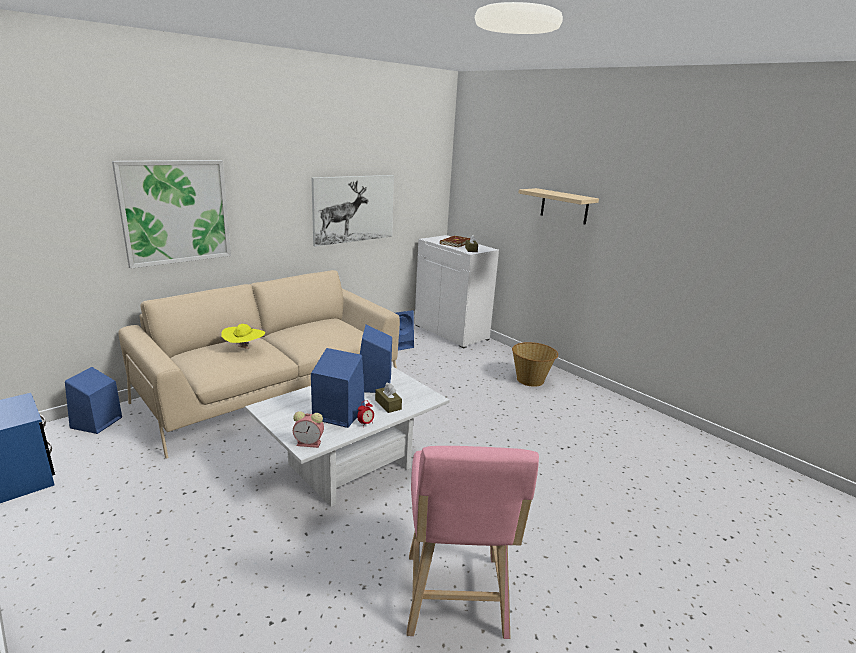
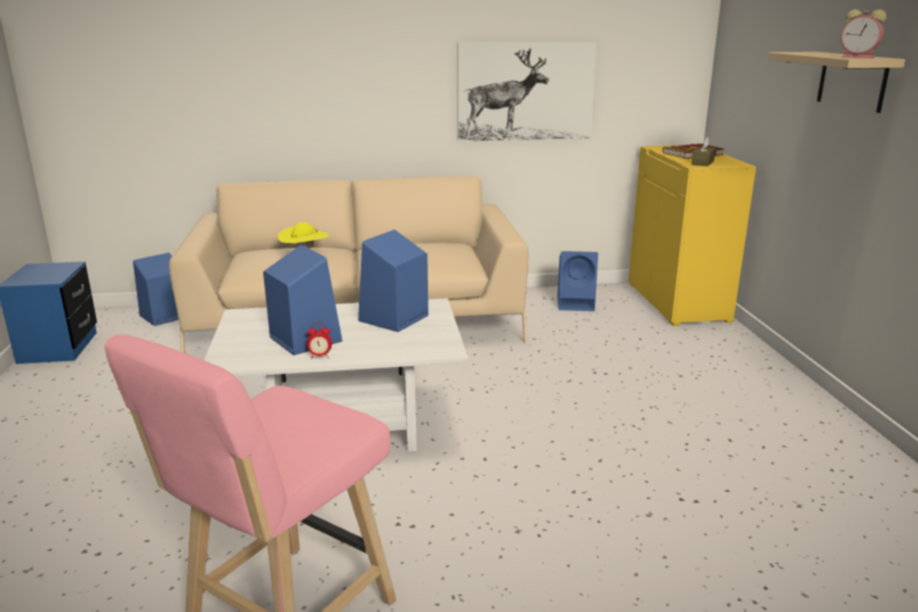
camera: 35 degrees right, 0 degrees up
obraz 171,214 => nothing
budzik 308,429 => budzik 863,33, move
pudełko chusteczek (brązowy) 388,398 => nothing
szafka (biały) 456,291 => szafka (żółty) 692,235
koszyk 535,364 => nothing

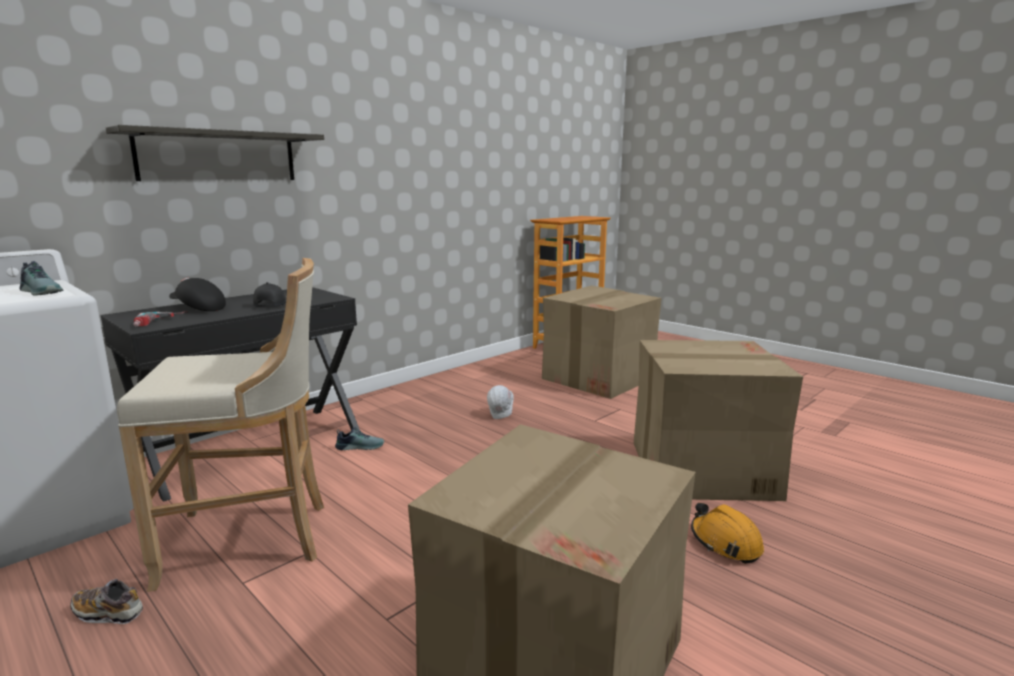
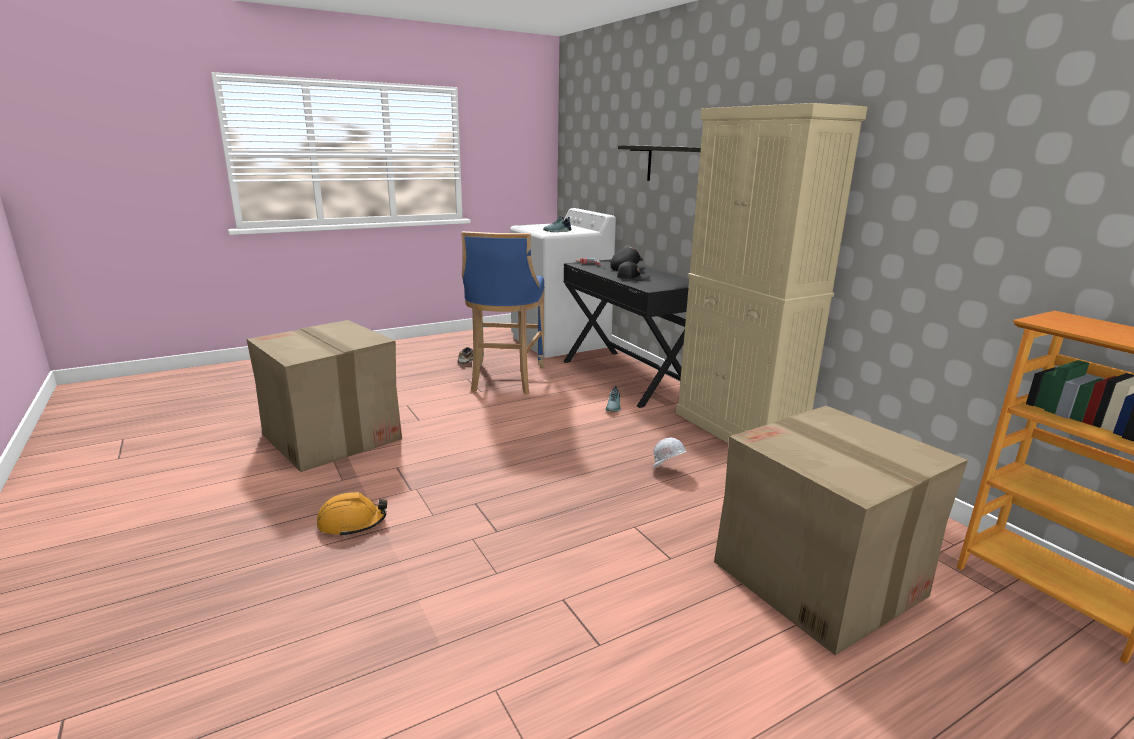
camera: 105 degrees right, 5 degrees up
stołek (beżowy) 220,425 => stołek (niebieski) 503,312
karton 718,420 => nothing
nothing => szafka (beżowy) 772,273

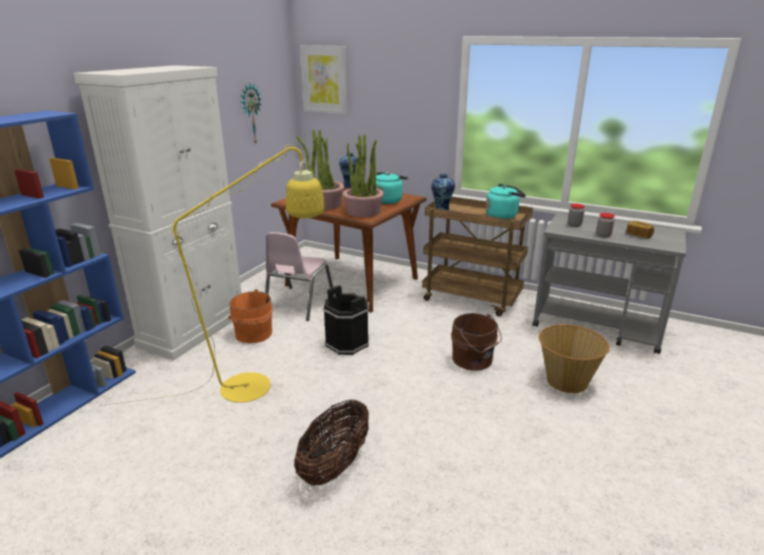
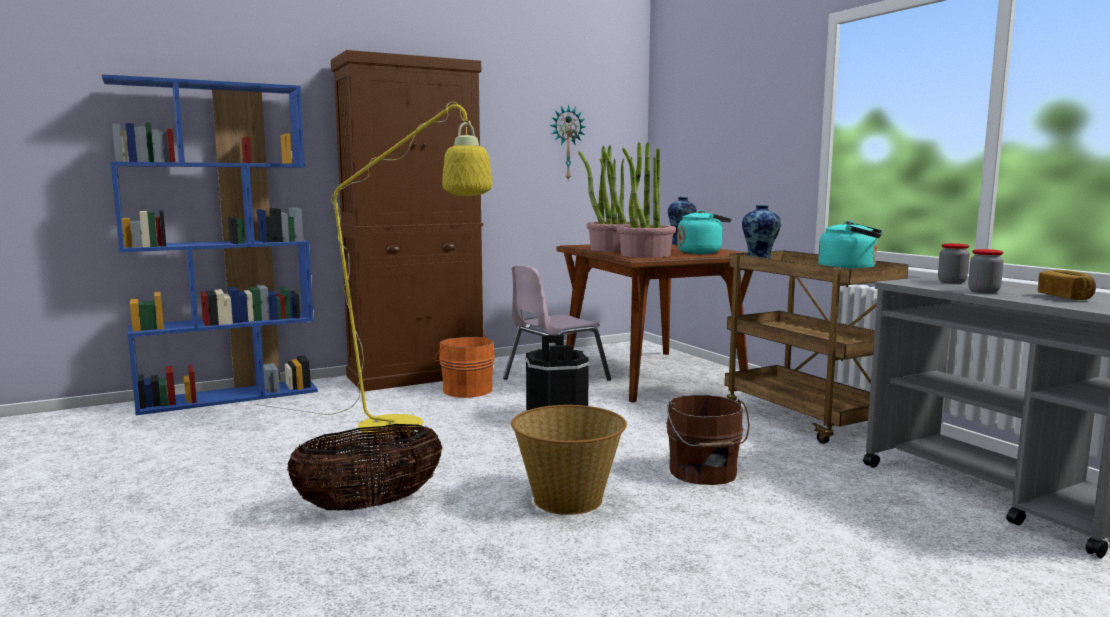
camera: 35 degrees right, 15 degrees down
szafka (biały) 157,212 => szafka (brązowy) 407,220
obraz 324,79 => nothing
koszyk 574,358 => koszyk 569,460, move

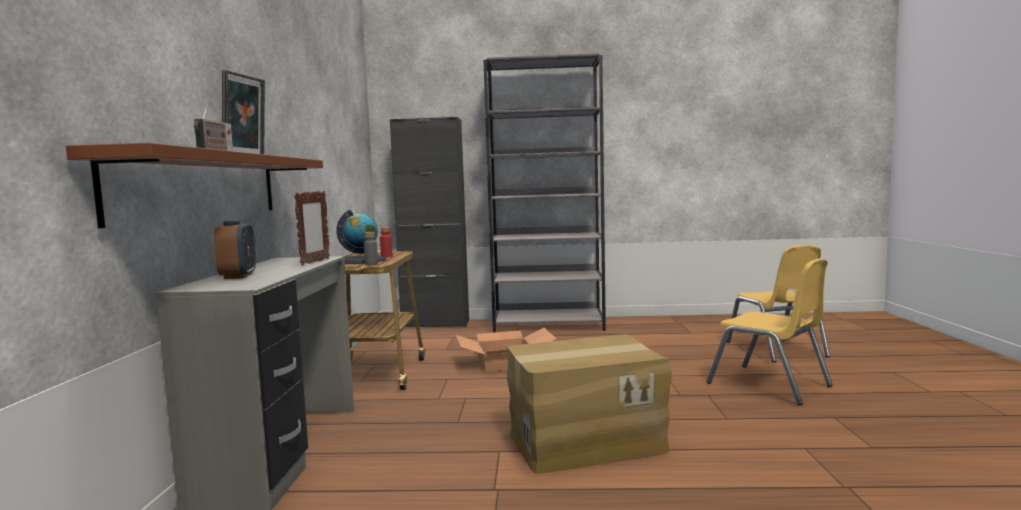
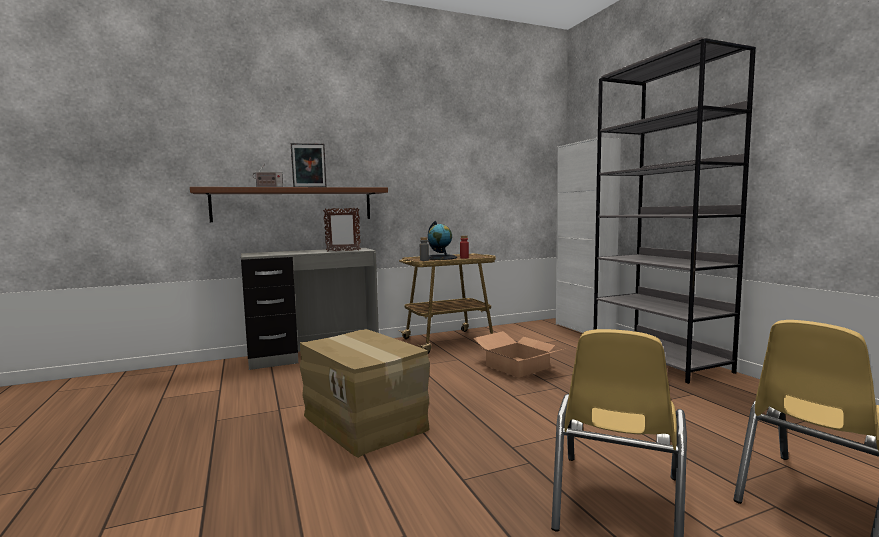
camera: 65 degrees right, 0 degrees up
budzik 235,249 => nothing
szafka (czarny) 429,222 => szafka (biały) 588,235

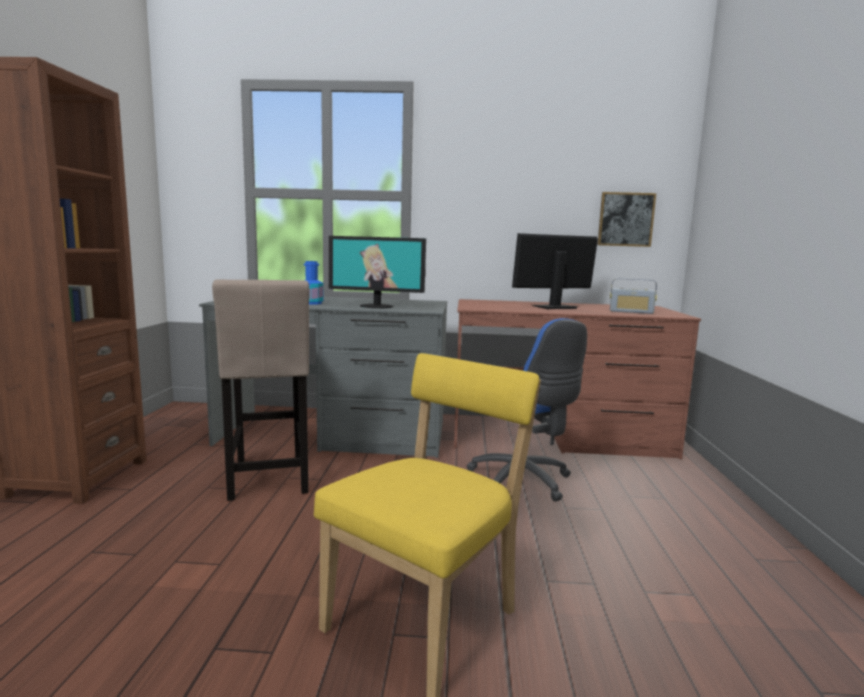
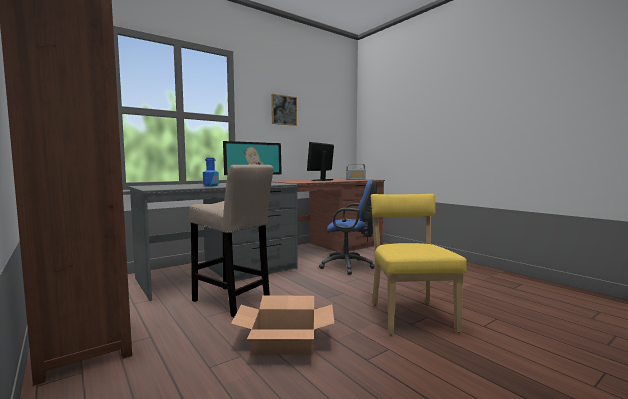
camera: 40 degrees left, 5 degrees down
obraz 627,219 => obraz 284,110, move
nothing => karton 282,325

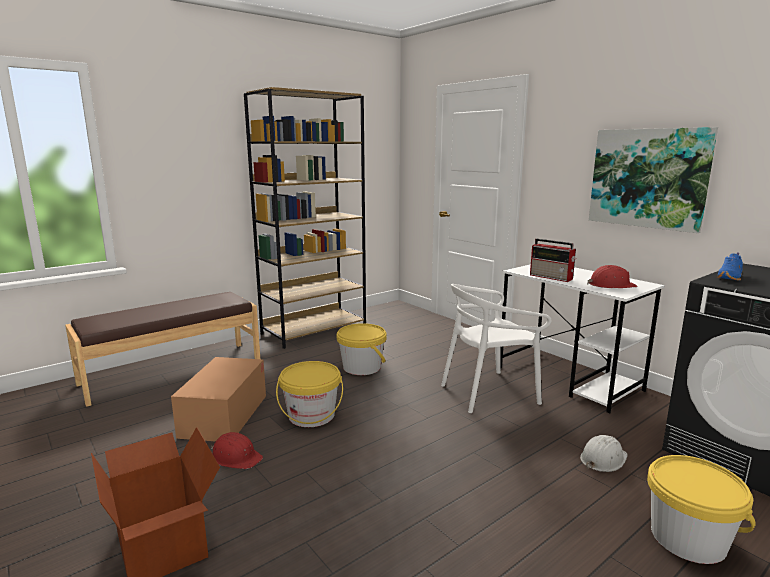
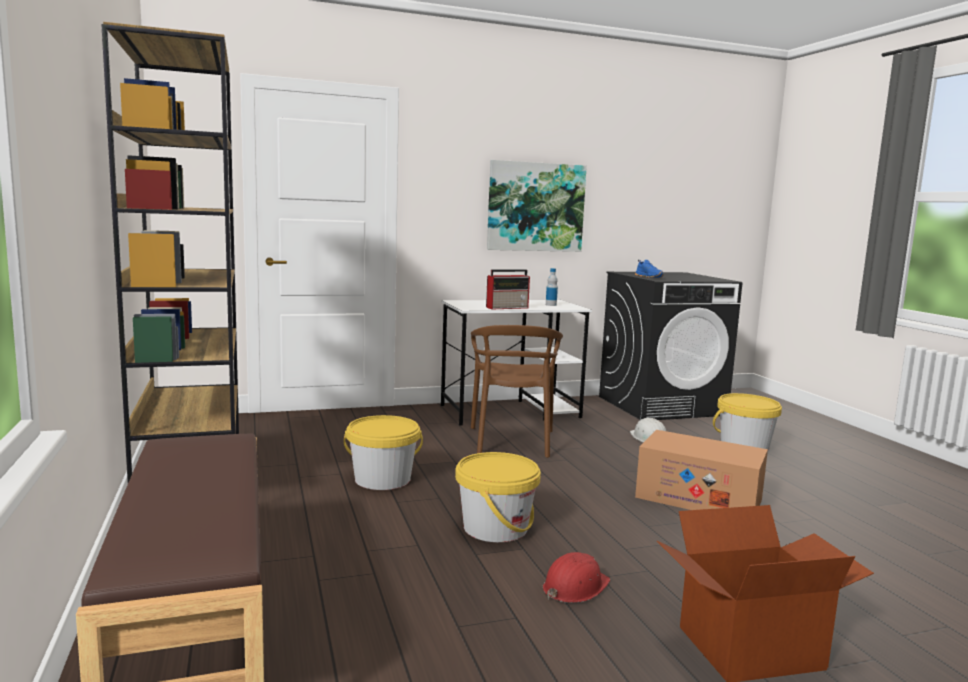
camera: 70 degrees left, 5 degrees down
karton 218,399 => karton 701,470, move
krzesło (biały) 496,348 => krzesło (brązowy) 517,391
kask (czerwony) 612,276 => butelka 552,287

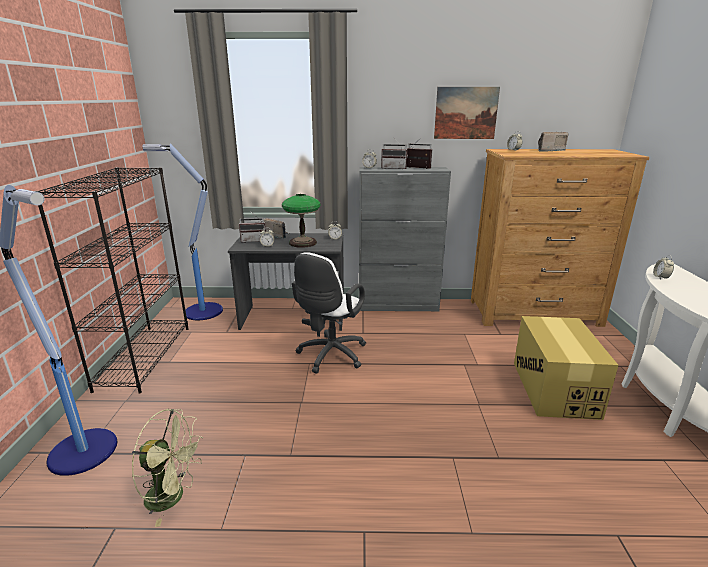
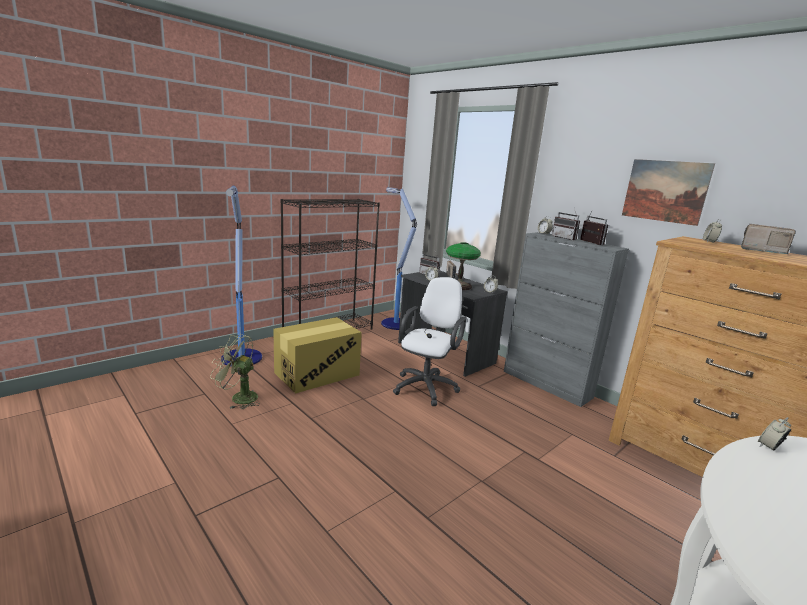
camera: 45 degrees right, 5 degrees down
wentylator (zielony) 167,468 => wentylator (zielony) 235,371, 135 degrees clockwise
krzesło biurowe (biały) 329,313 => krzesło biurowe (biały) 429,341, 135 degrees clockwise
karton 566,368 => karton 317,355, move

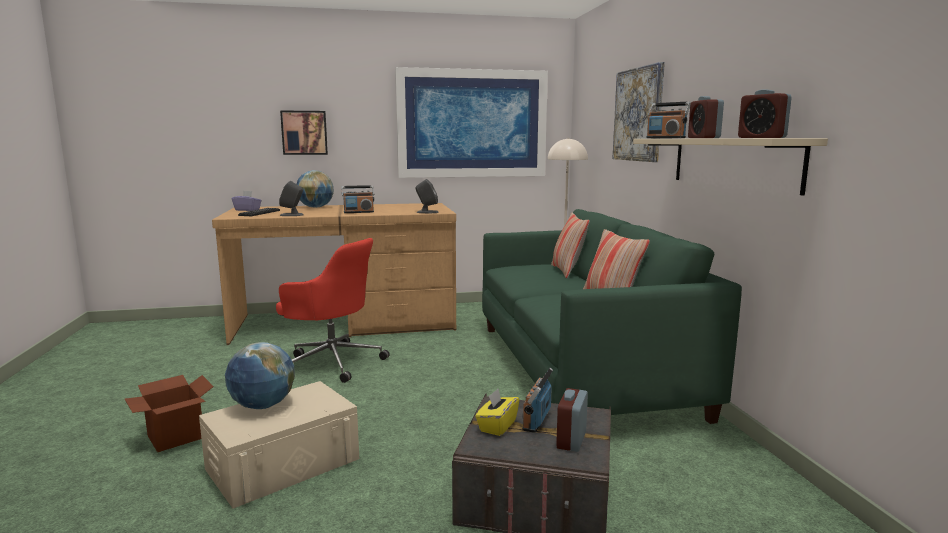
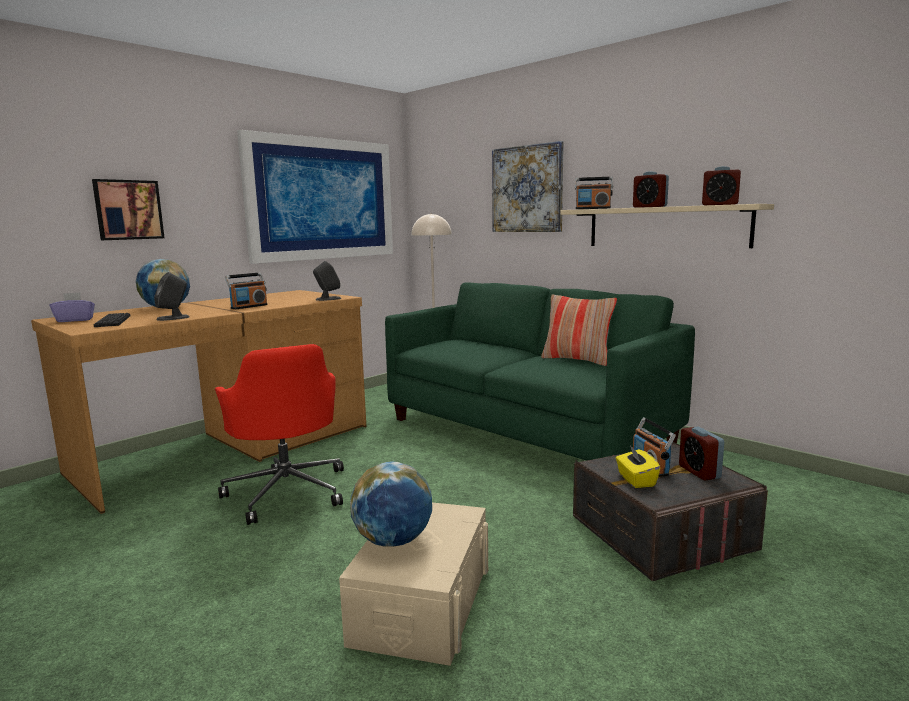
camera: 35 degrees left, 0 degrees up
karton 169,413 => nothing
krzesło biurowe (czerwony) 333,310 => krzesło biurowe (czerwony) 279,434, 75 degrees clockwise
poduszka 570,245 => nothing

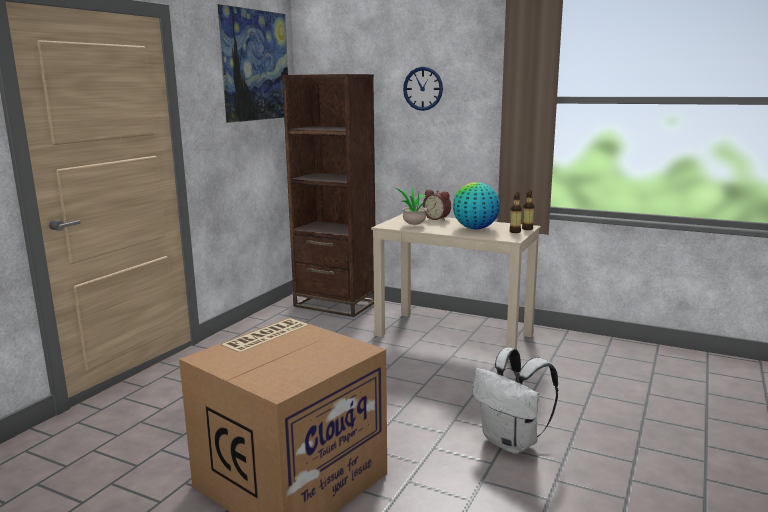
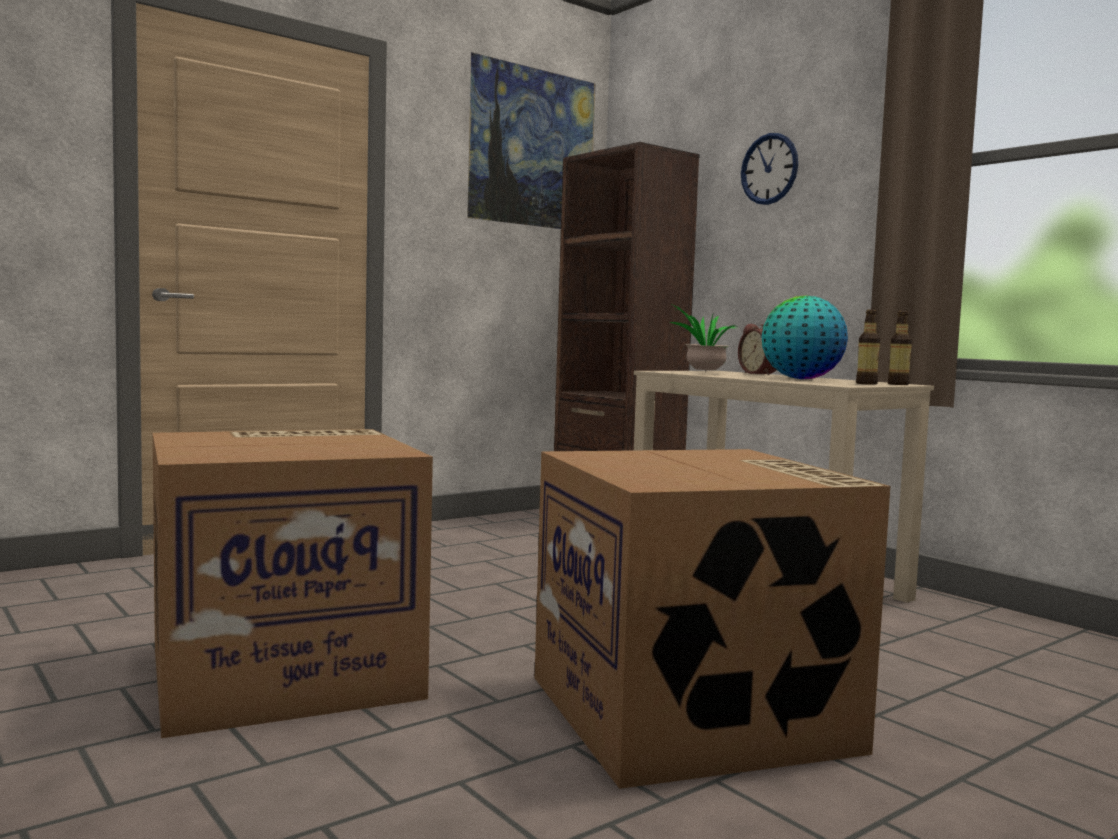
camera: 25 degrees right, 10 degrees down
plecak (biały) 516,401 => karton 712,619

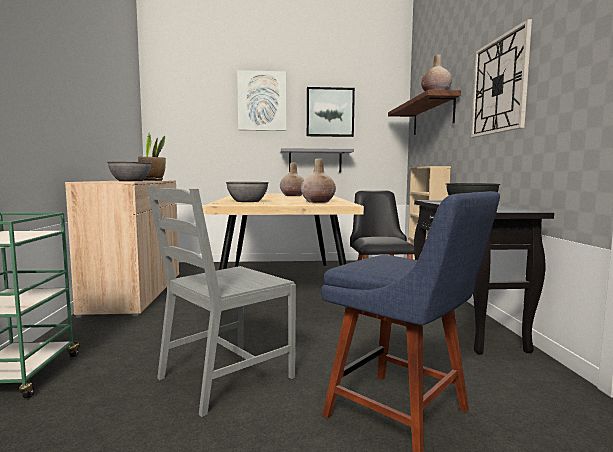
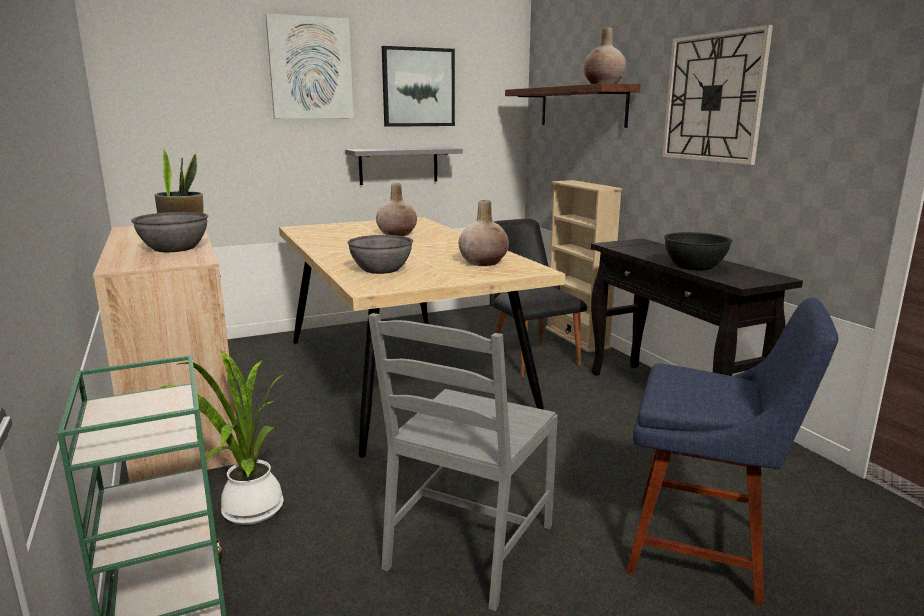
camera: 20 degrees left, 10 degrees up
nothing => roślina doniczkowa 221,437

